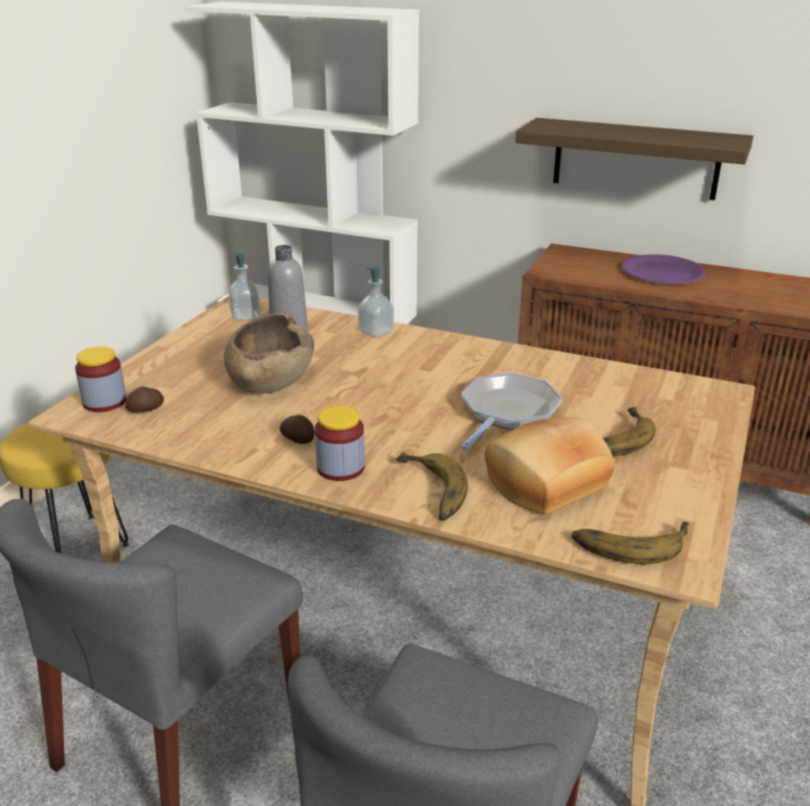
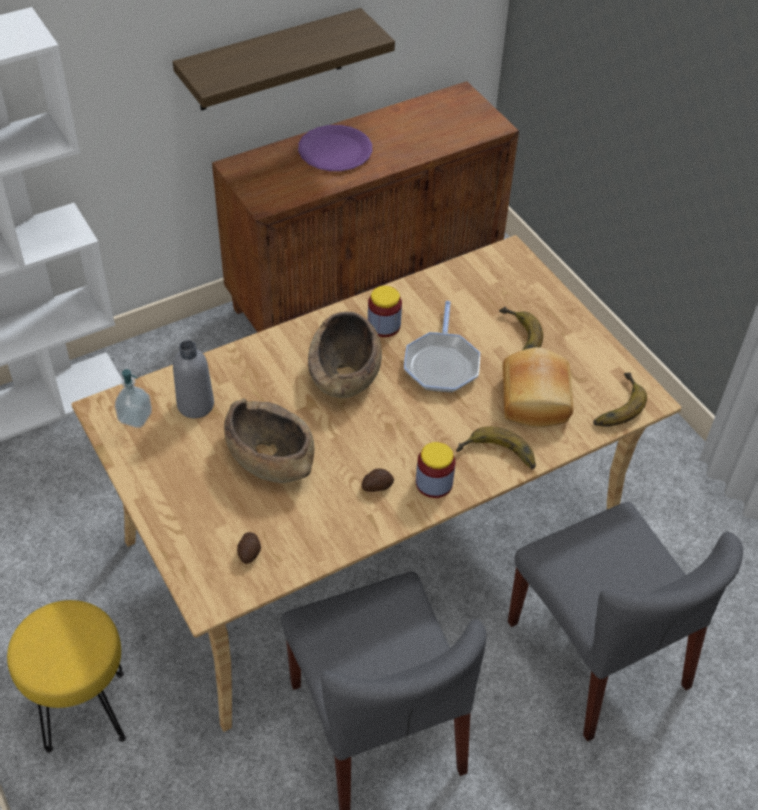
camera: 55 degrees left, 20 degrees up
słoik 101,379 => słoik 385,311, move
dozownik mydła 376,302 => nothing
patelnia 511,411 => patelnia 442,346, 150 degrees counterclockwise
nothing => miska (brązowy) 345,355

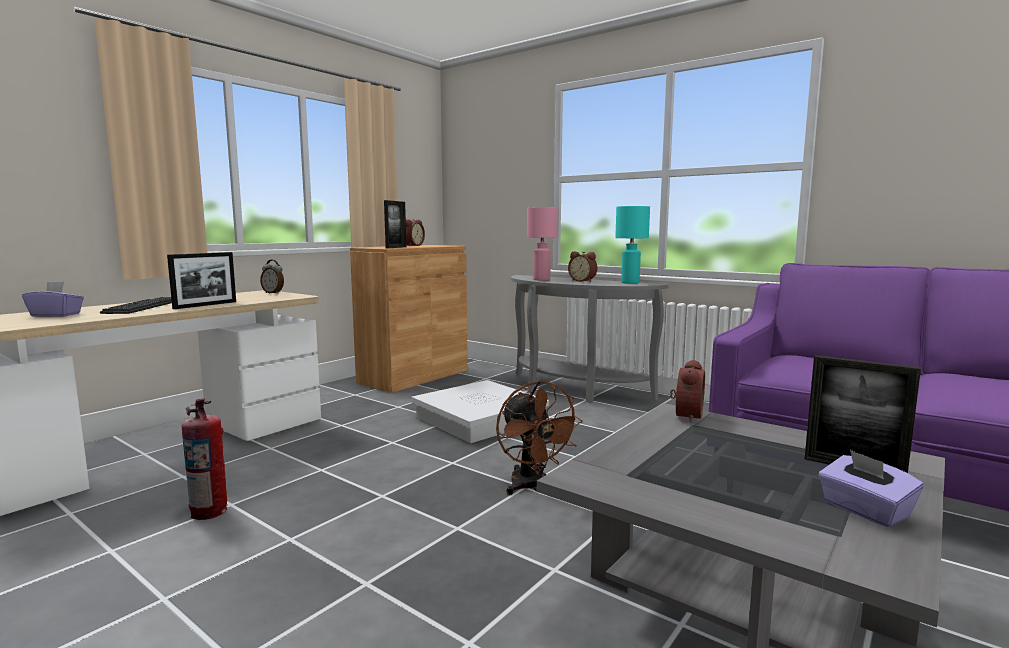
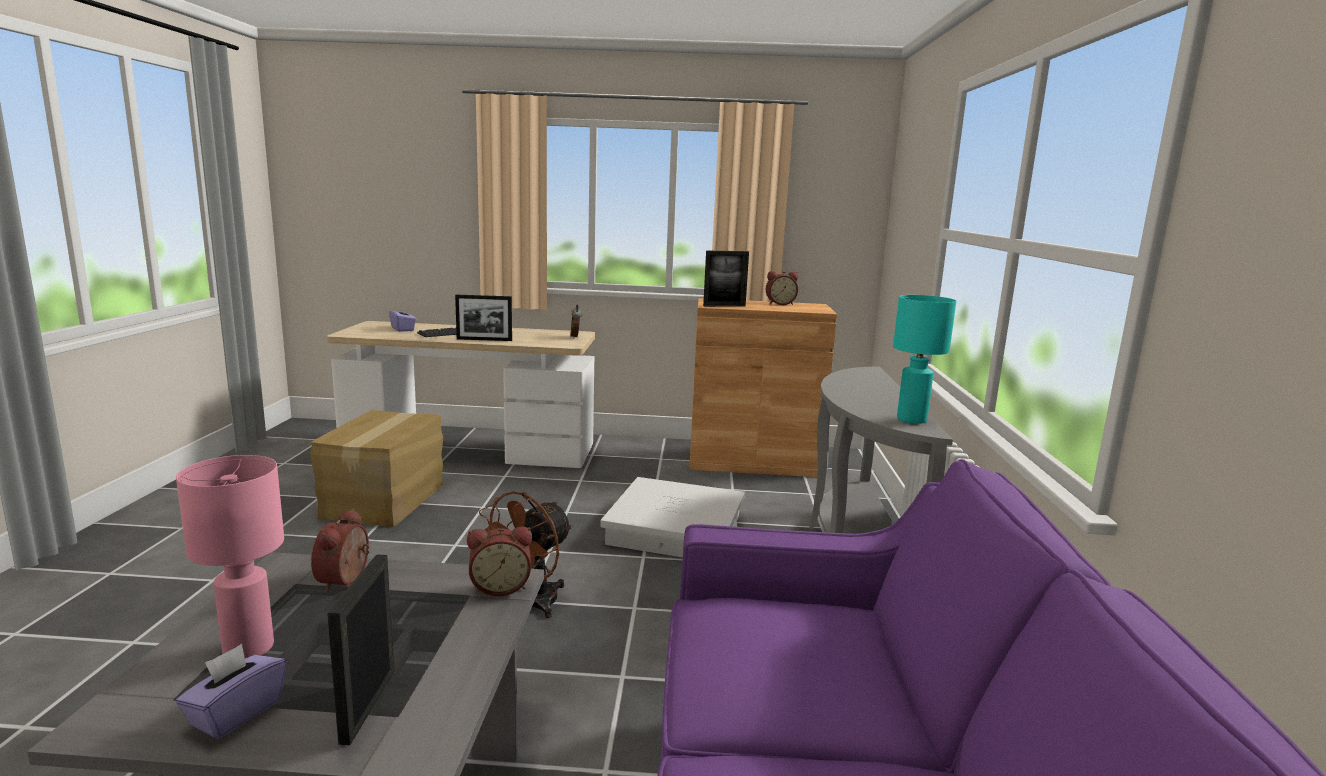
camera: 55 degrees right, 5 degrees up
gaśnica 204,459 => karton 377,468
lampa stołowa (różowy) 542,244 => lampa stołowa (różowy) 230,556, move
budzik 582,266 => budzik 340,550, move

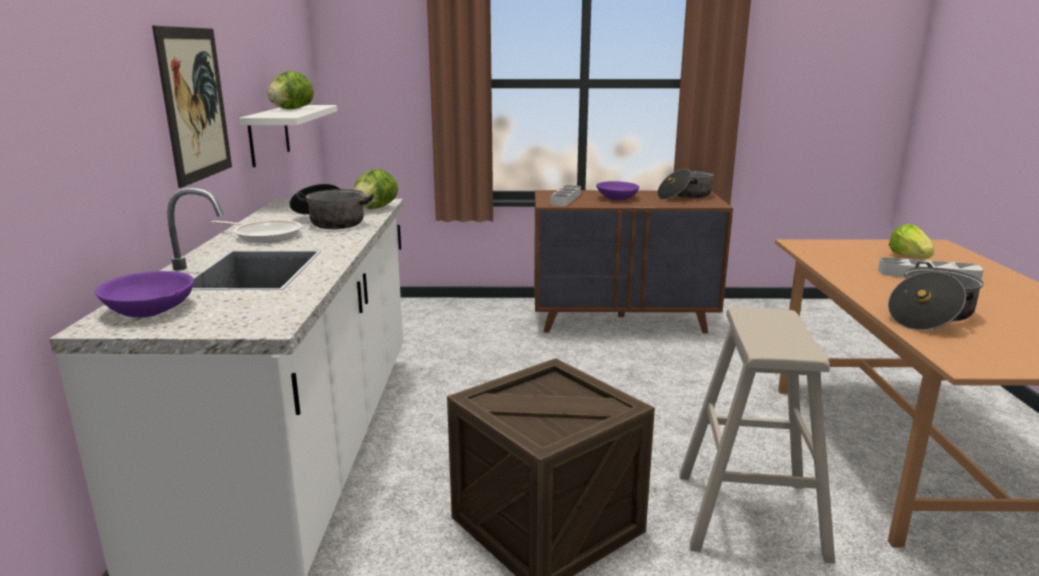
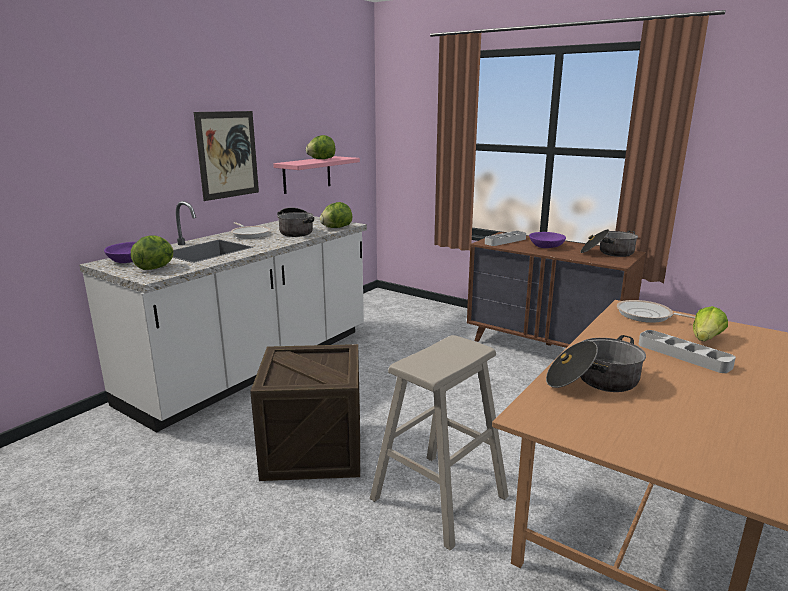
camera: 35 degrees right, 0 degrees up
półka (biały) 288,136 => półka (różowy) 316,175
nothing => sałata 152,252
nothing => patelnia 656,311

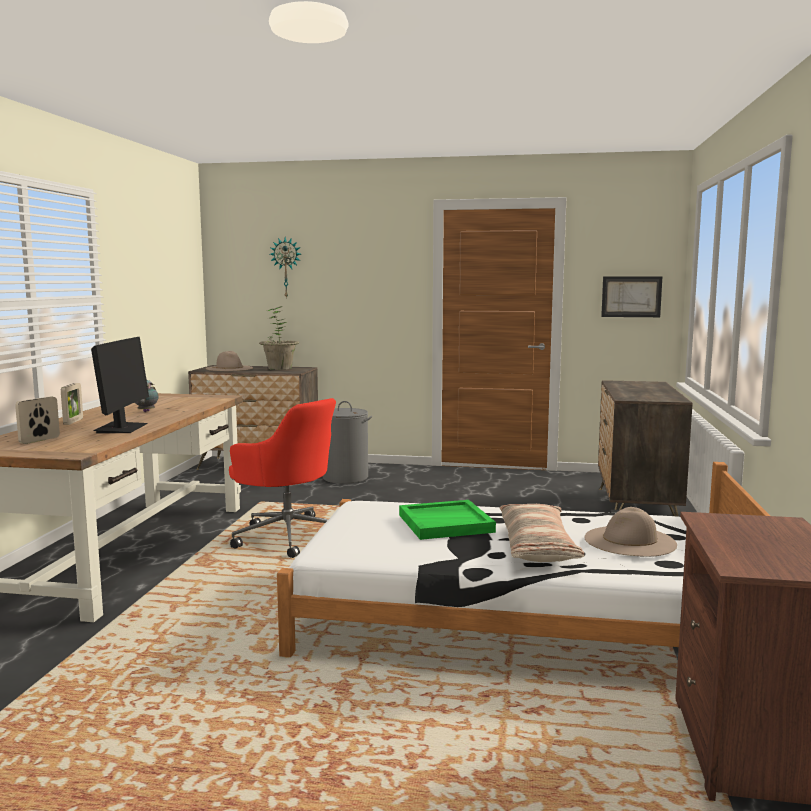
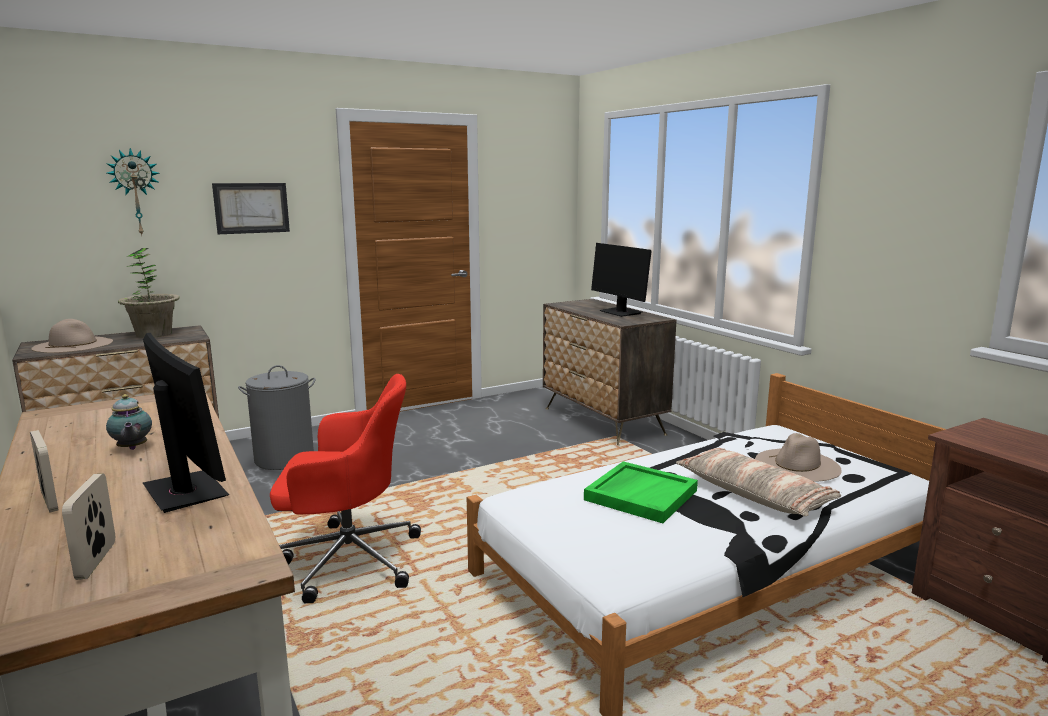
camera: 40 degrees left, 5 degrees up
obraz 632,296 => obraz 251,208, move
nothing => monitor 621,280

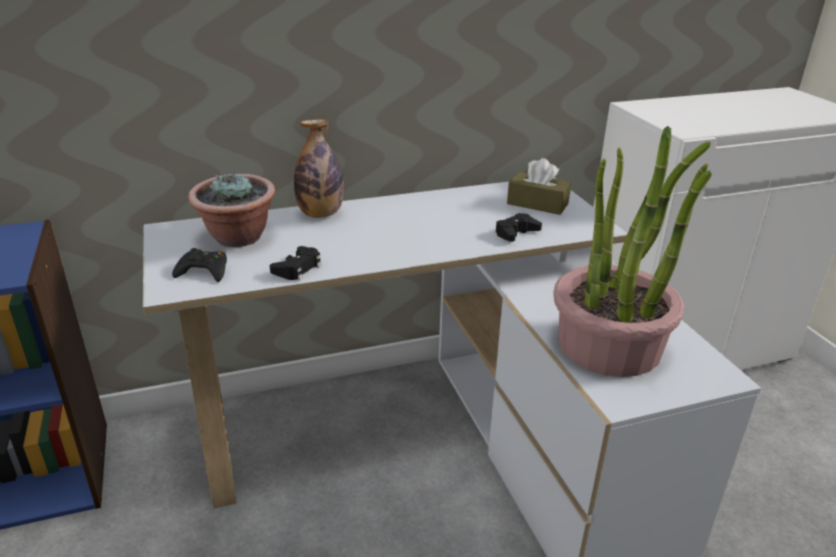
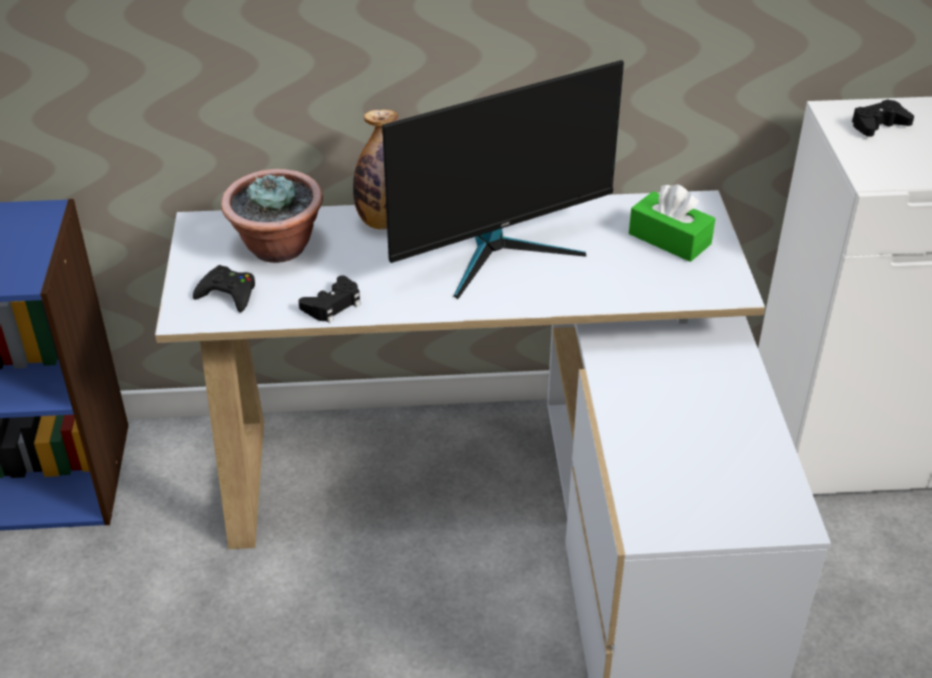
camera: 15 degrees right, 10 degrees up
pad do gier (czarny) 518,227 => pad do gier (czarny) 882,118, move
pudełko chusteczek (brązowy) 539,186 => pudełko chusteczek (zielony) 672,223
roślina doniczkowa 632,251 => nothing
nothing => monitor 503,179

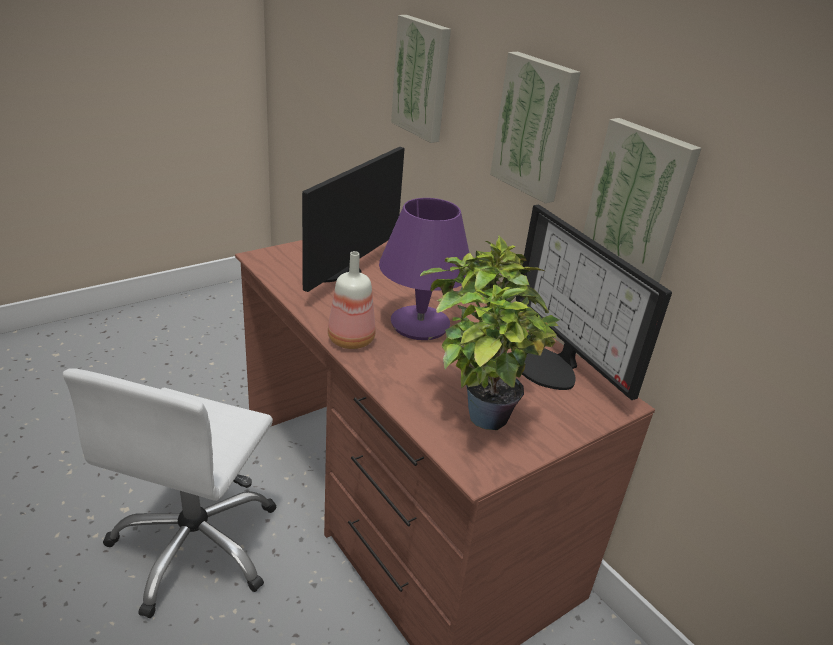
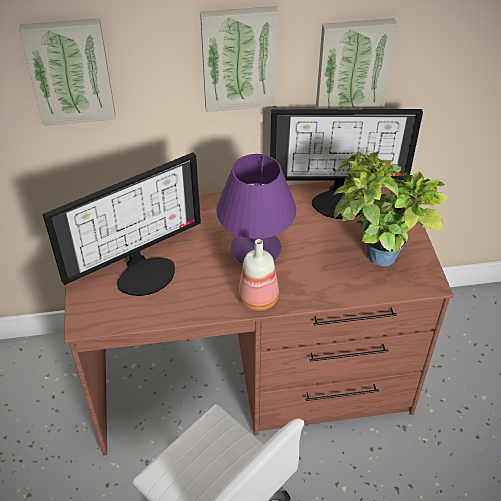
camera: 60 degrees left, 15 degrees up
monitor 353,219 => monitor 122,224, 90 degrees counterclockwise

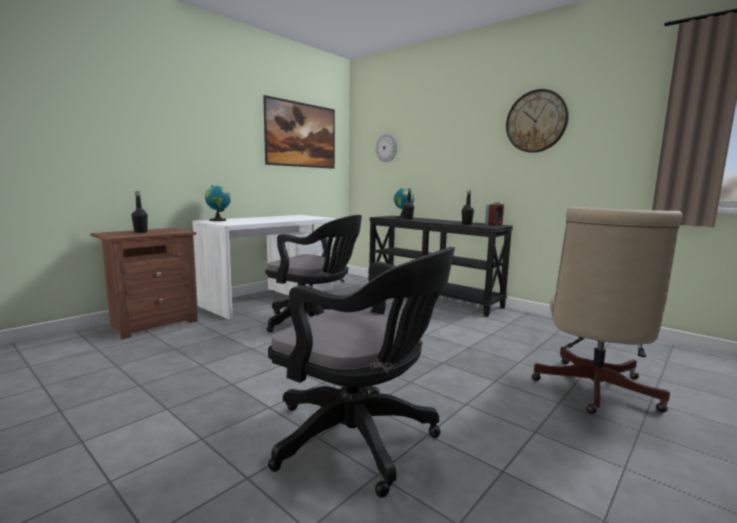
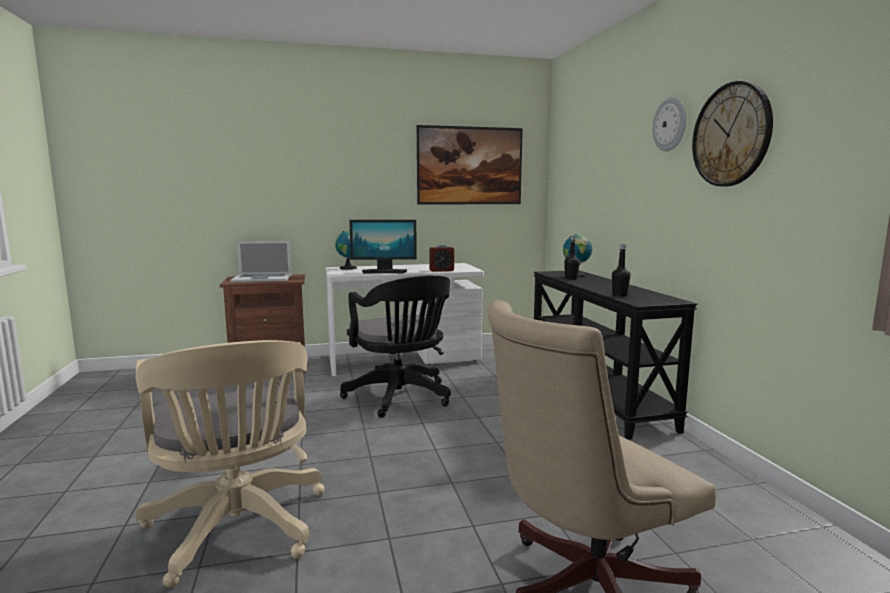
camera: 35 degrees right, 0 degrees up
butelka (czarny) 139,212 => laptop 261,261
krzesło biurowe (czarny) 361,372 => krzesło biurowe (beżowy) 230,463
zegar ścienny 386,148 => zegar ścienny 669,124, move
budzik 494,214 => budzik 441,258, move
nothing => monitor 383,247

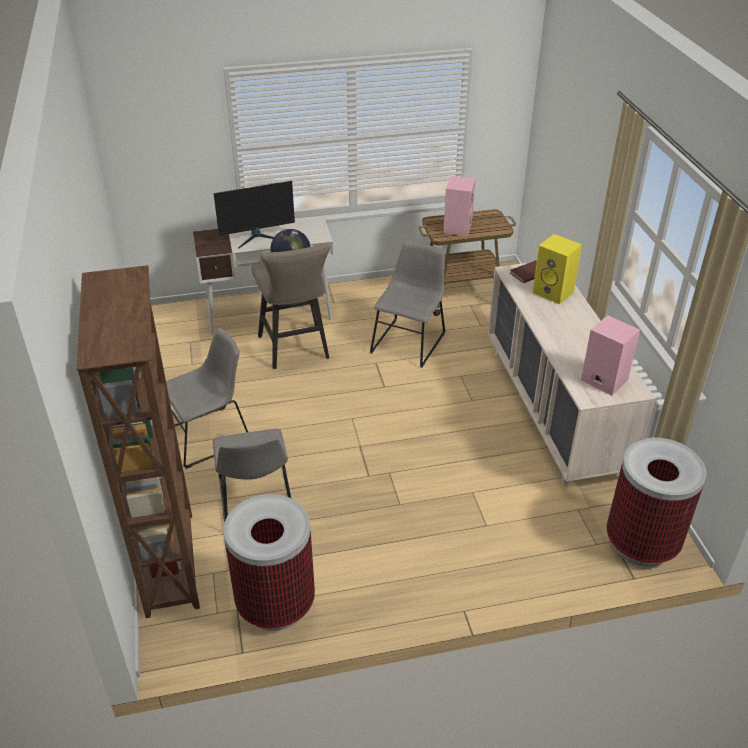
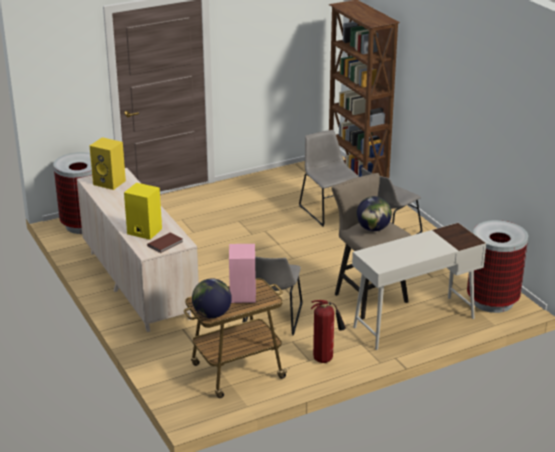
camera: 165 degrees right, 10 degrees down
monitor 254,214 => nothing
kosz na śmieci 269,562 => kosz na śmieci 497,266, move
głośnik (różowy) 610,355 => głośnik (żółty) 108,163
nothing => globus 212,298
nothing => gaśnica 328,331

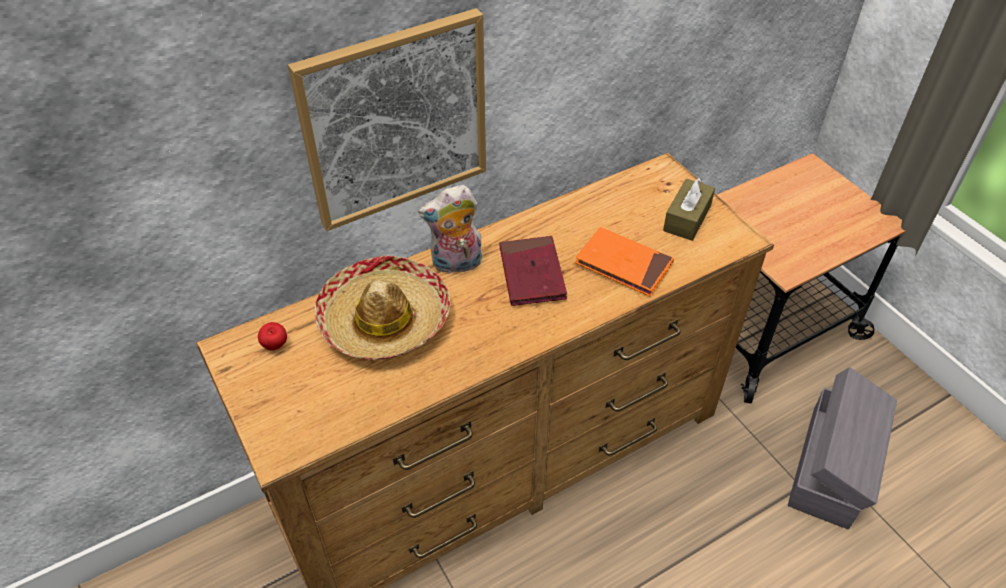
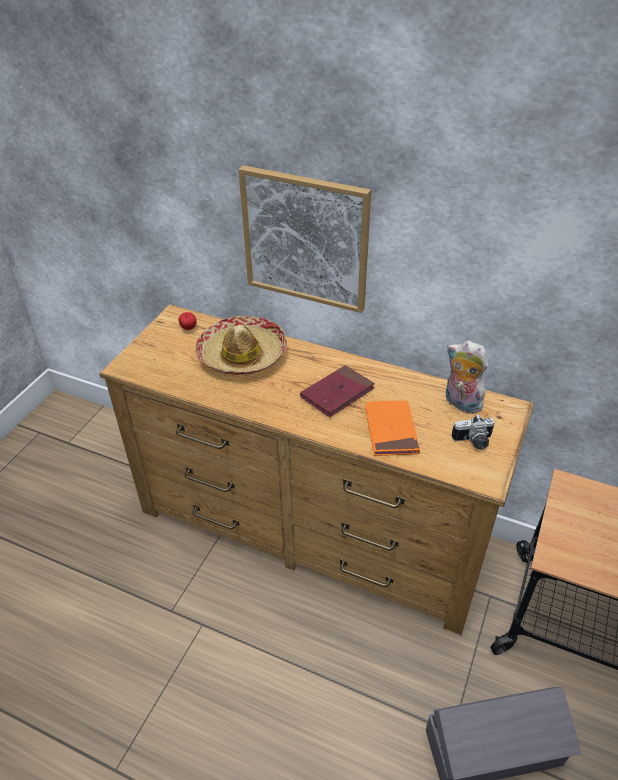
camera: 55 degrees right, 5 degrees down
pluszak 450,229 => pluszak 467,377, move
pudełko chusteczek (brązowy) 689,209 => aparat fotograficzny 473,432

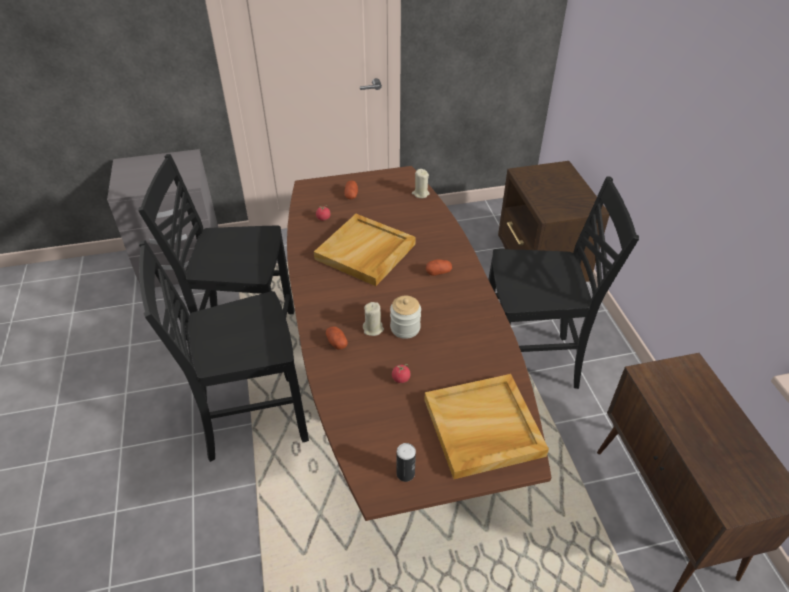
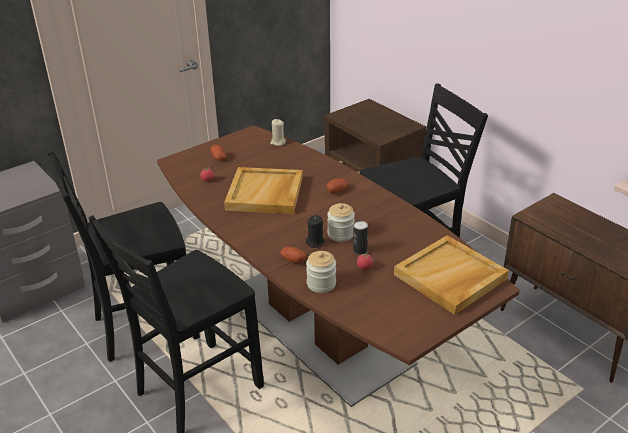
camera: 25 degrees left, 10 degrees down
świeca (beżowy) 373,319 => świeca (czarny) 315,231
puszka 406,462 => puszka 360,238, move
nothing => słoik 321,272

